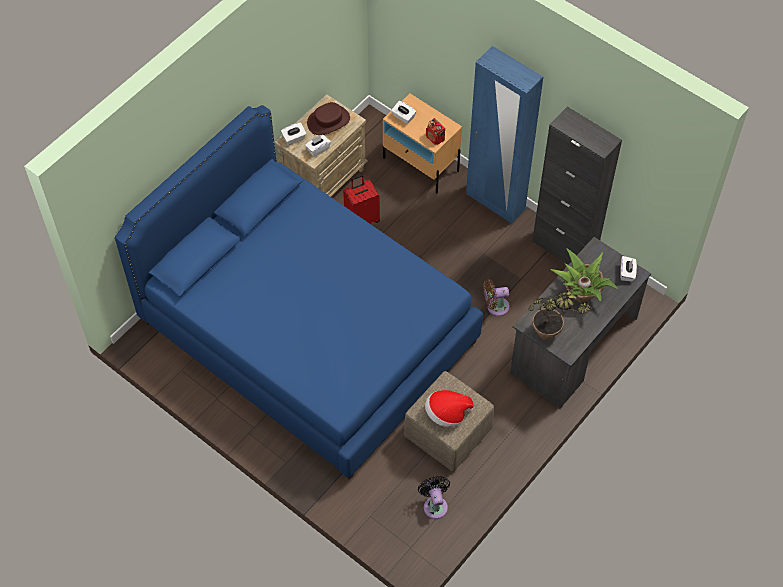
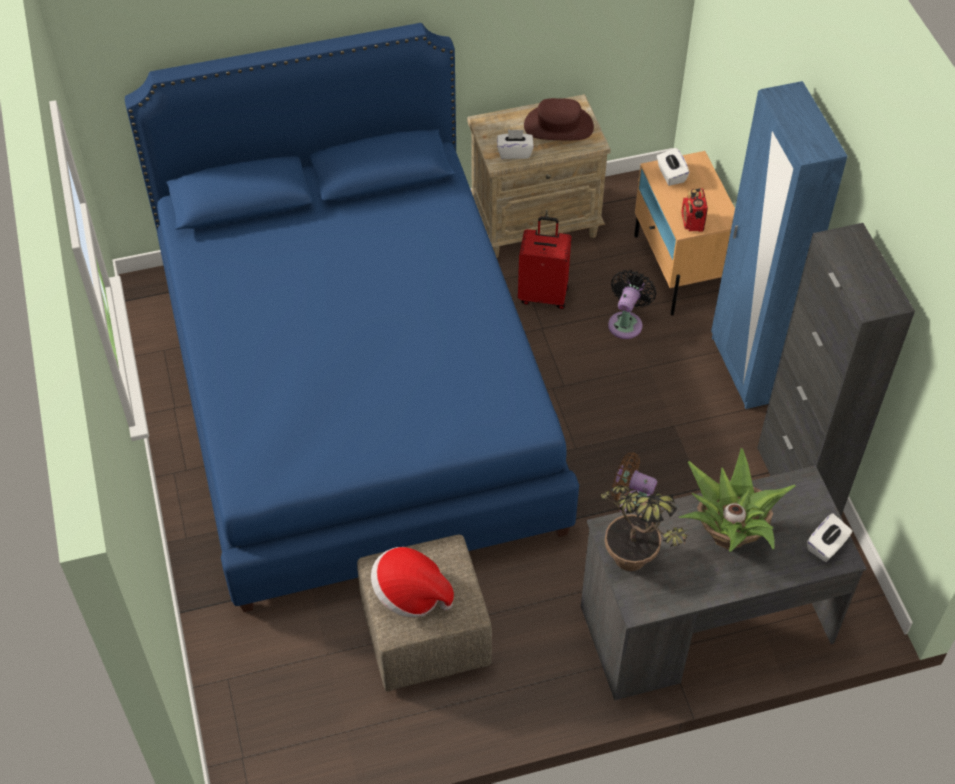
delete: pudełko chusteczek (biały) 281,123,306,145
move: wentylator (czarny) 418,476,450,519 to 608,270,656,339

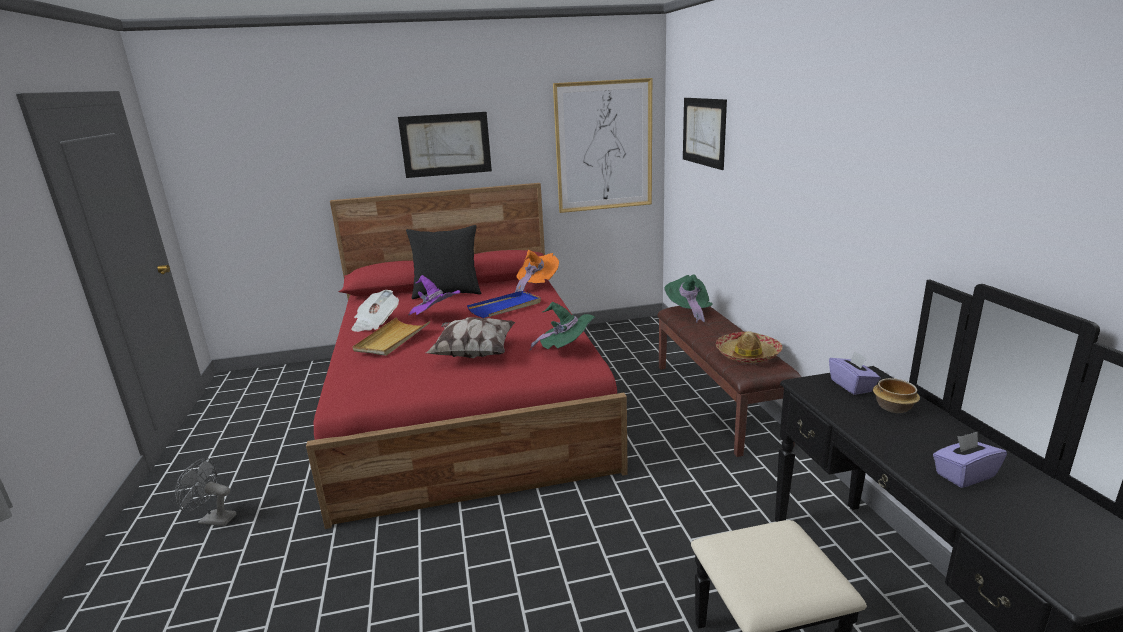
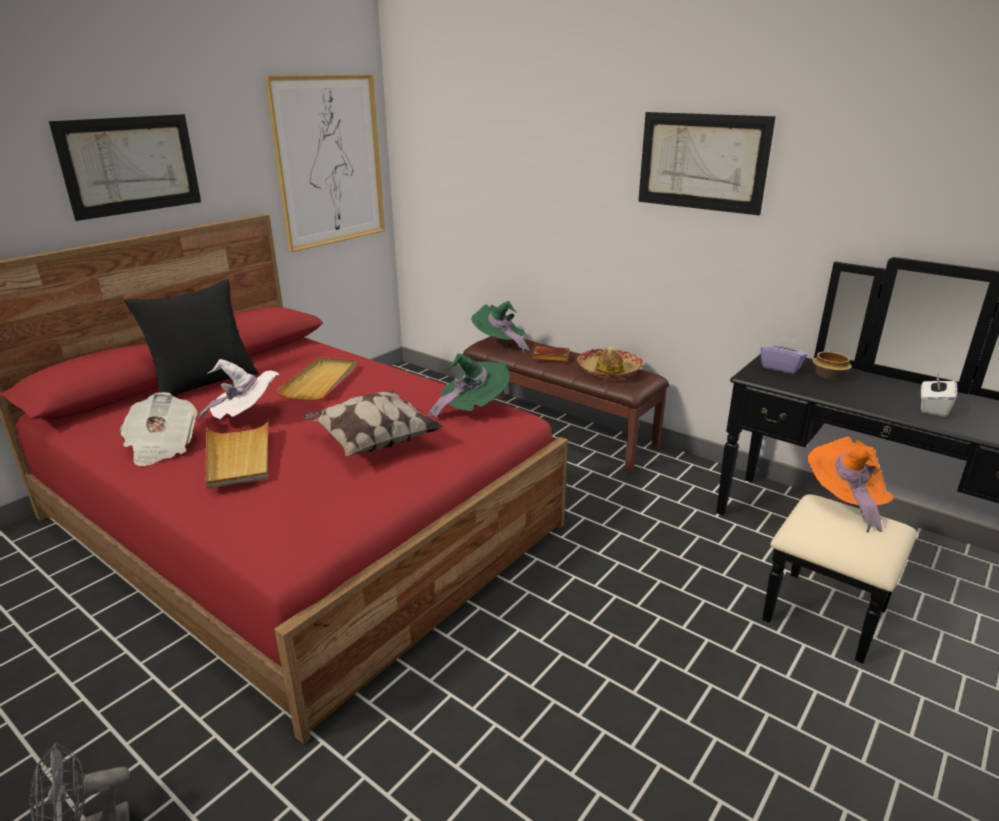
insert: książka (brązowy) 533,346,570,362
move: obraz 683,98,727,170 to 638,112,776,215; kapelusz (pomarańczowy) 515,250,559,292 to 808,436,894,532
recolor: kapelusz (fioletowy) 409,275,460,315 to kapelusz (biały) 197,359,279,423; taca (niebieski) 467,291,541,318 to taca (beżowy) 277,357,357,400; pudełko chusteczek (fioletowy) 933,432,1007,488 to pudełko chusteczek (biały) 921,372,957,417

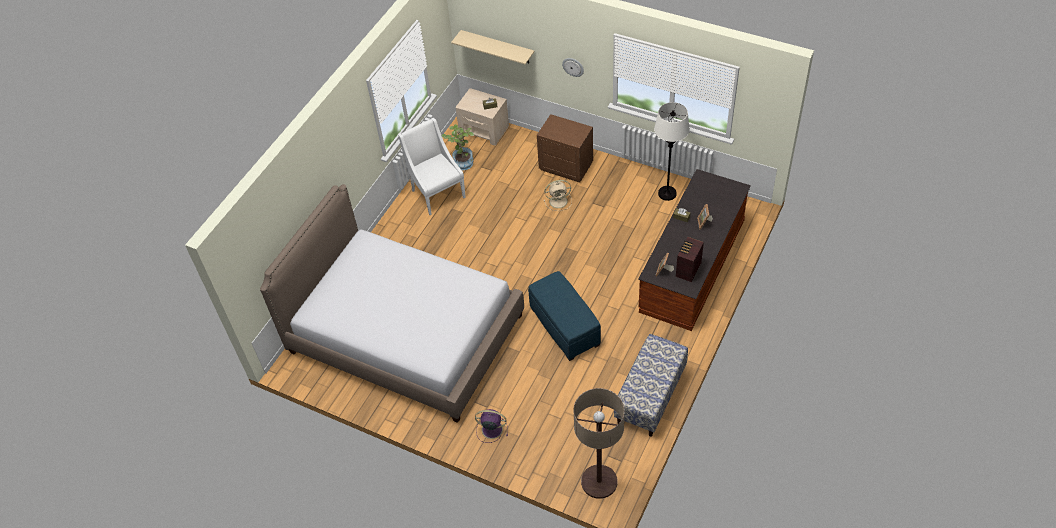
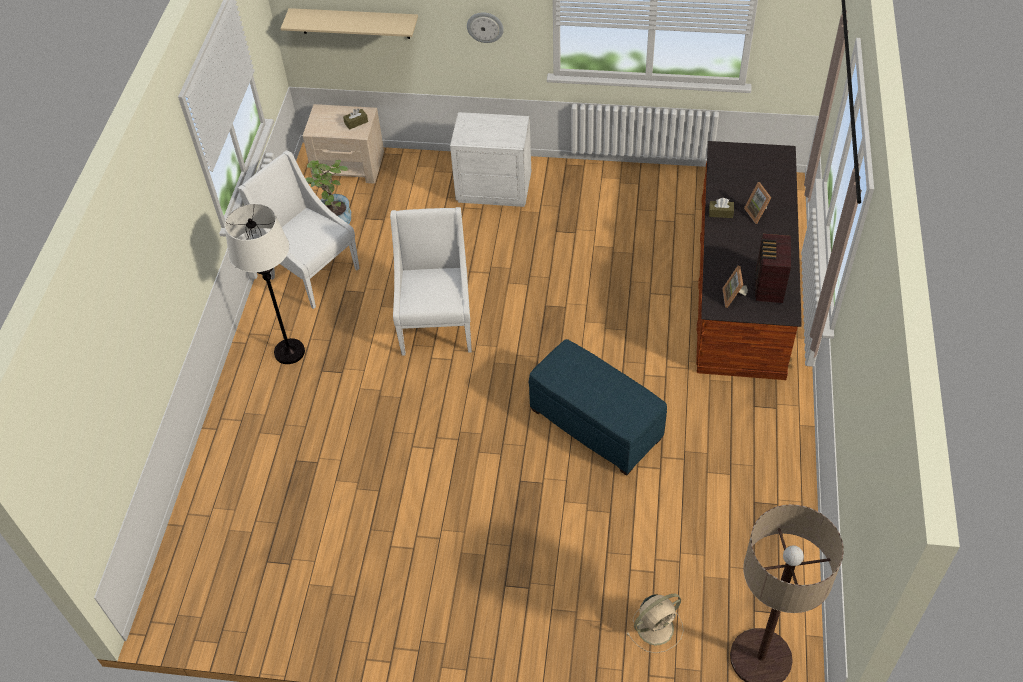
delete: łóżko 260,184,524,423; ławka 614,334,688,437; wentylator (fioletowy) 475,409,508,443
insert: fotel (biały) 390,207,472,356
move: lampa stojąca (biały) 654,102,690,201 to 225,204,305,364; wentylator (beżowy) 544,180,572,211 to 627,594,684,653
recolor: szafka nocna (brązowy) 537,114,593,183 to szafka nocna (biały) 450,112,531,207

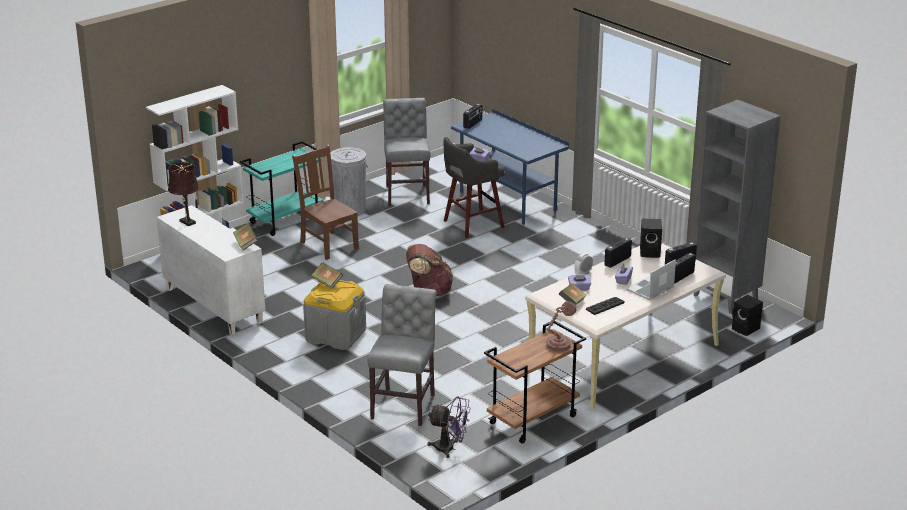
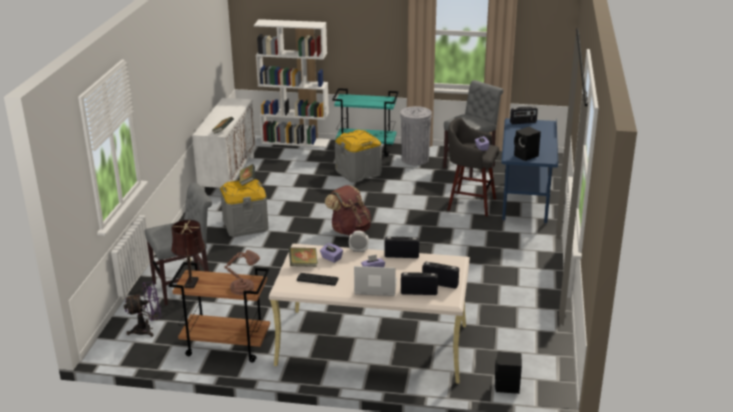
delete: regał (szary) 694,100,780,314
move: lampa stołowa (brązowy) 168,162,199,226 to 171,220,205,288; głośnik (czarny) 640,218,662,258 to 514,127,541,161
replace: krzesło (brązowy) 292,144,359,260 to pojemnik do przechowywania (szary) 335,130,382,183
rotate: wentylator (fioletowy) 428,396,470,458 = 124,281,161,337 90 degrees counterclockwise

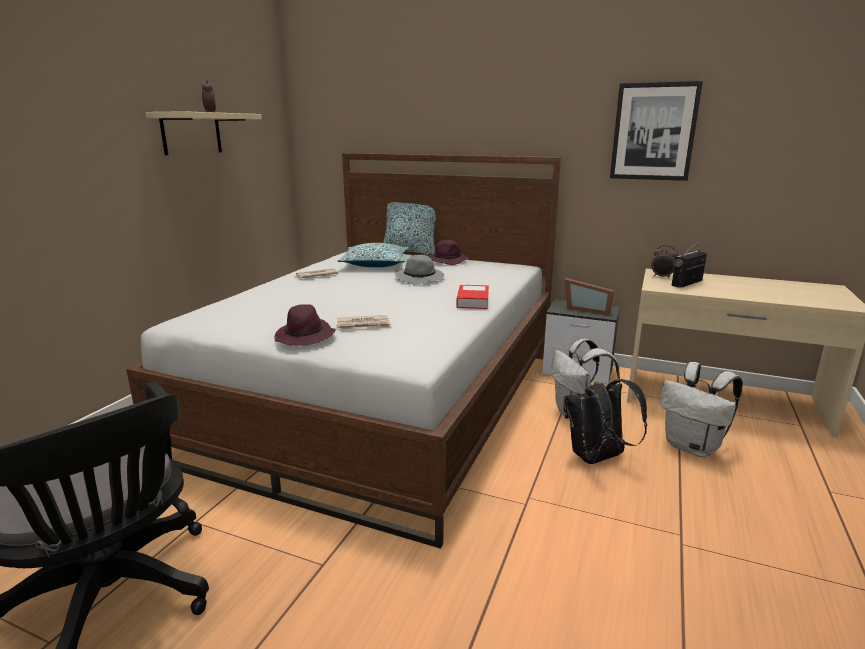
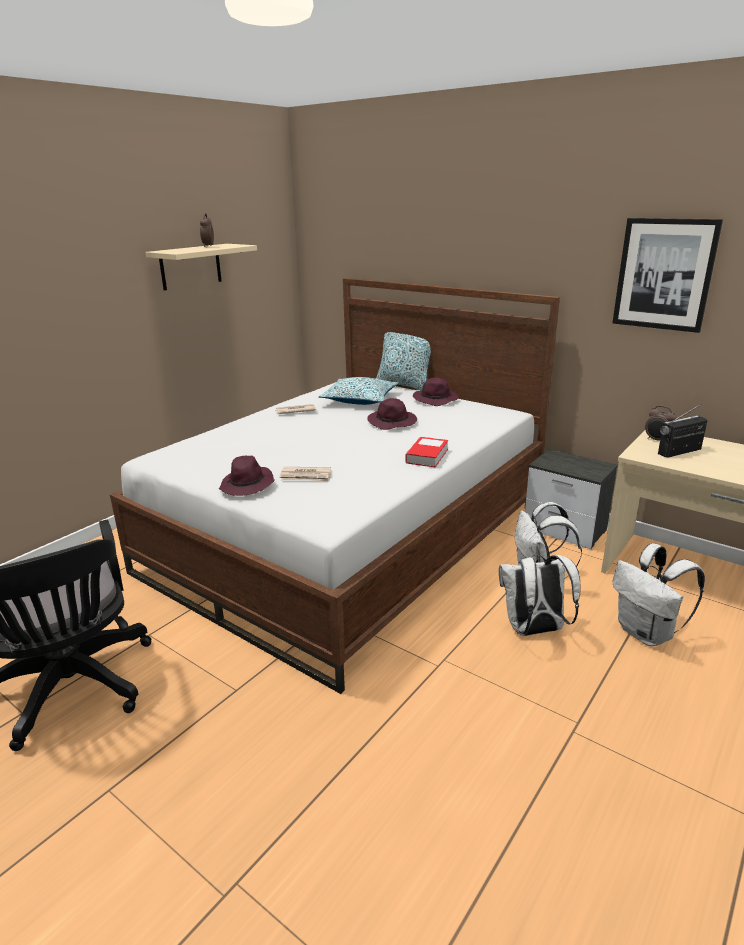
delete: ramka na zdjęcie 564,278,614,315
recolor: kapelusz (szary) 395,255,444,285 to kapelusz (fioletowy) 367,398,417,430; plecak (czarny) 564,379,647,464 to plecak (biały) 499,555,581,636

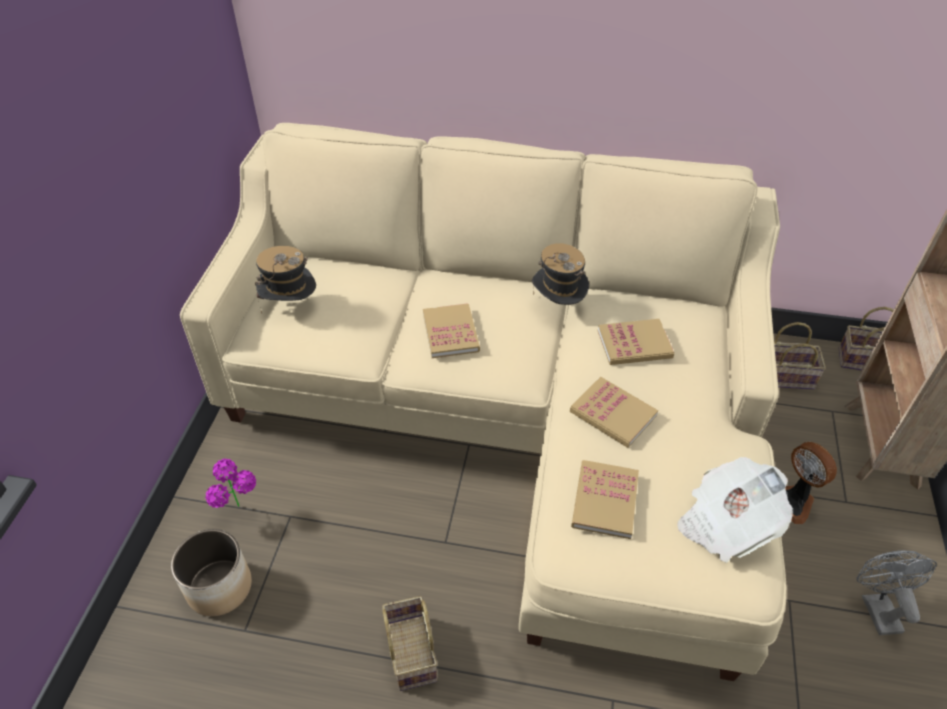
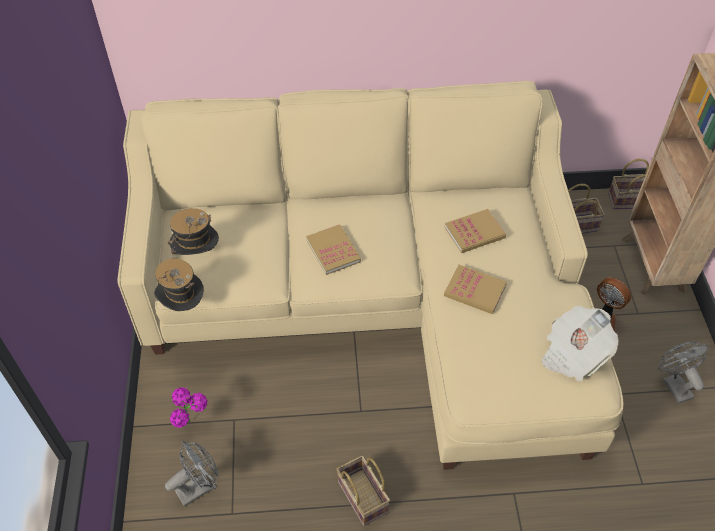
delete: książka 571,460,639,539
move: kapelusz 532,243,589,305 to 154,259,204,311
replace: donica 171,529,252,616 to wentylator (szary) 165,441,219,507

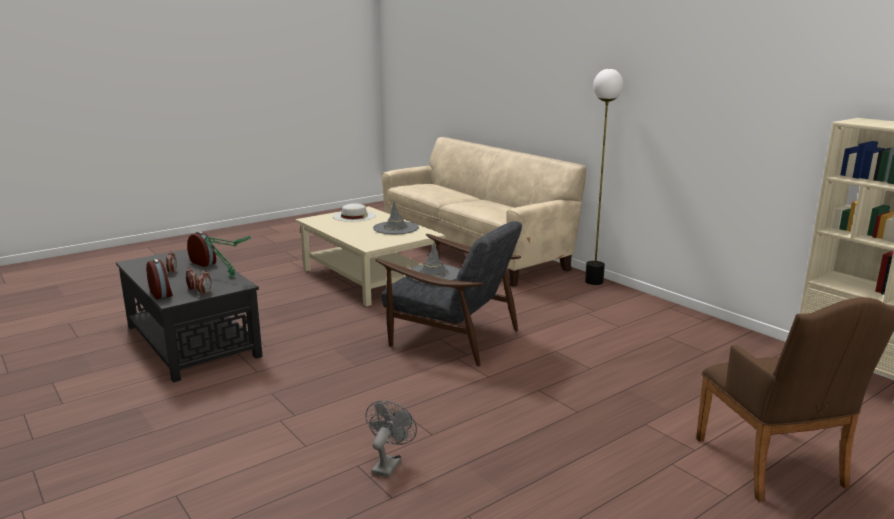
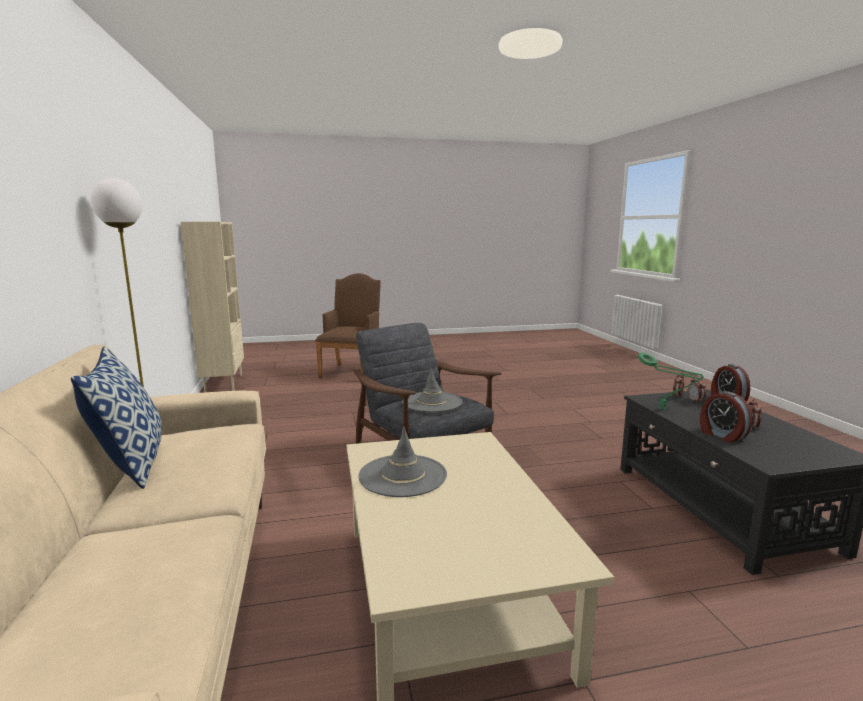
delete: kapelusz (biały) 333,203,376,222; wentylator (szary) 366,400,417,478
insert: poduszka 71,346,162,489

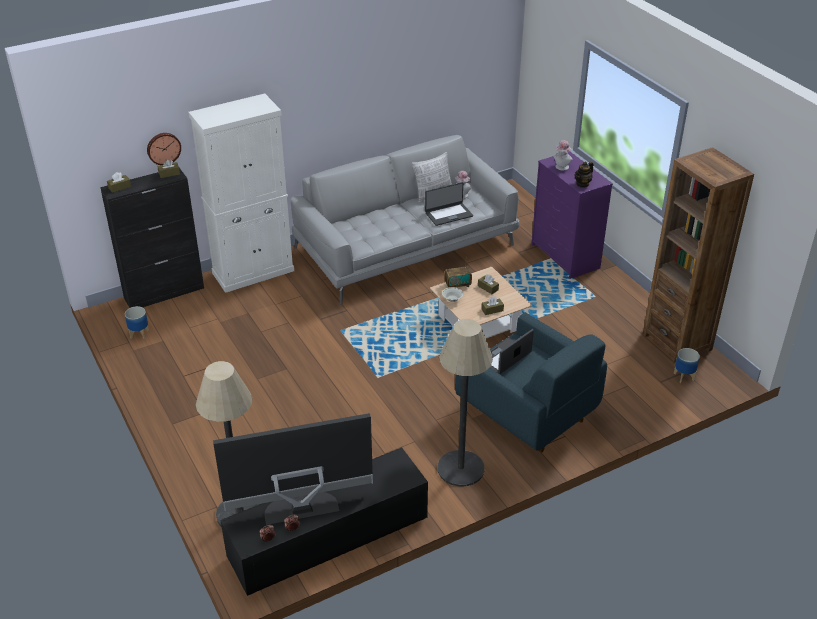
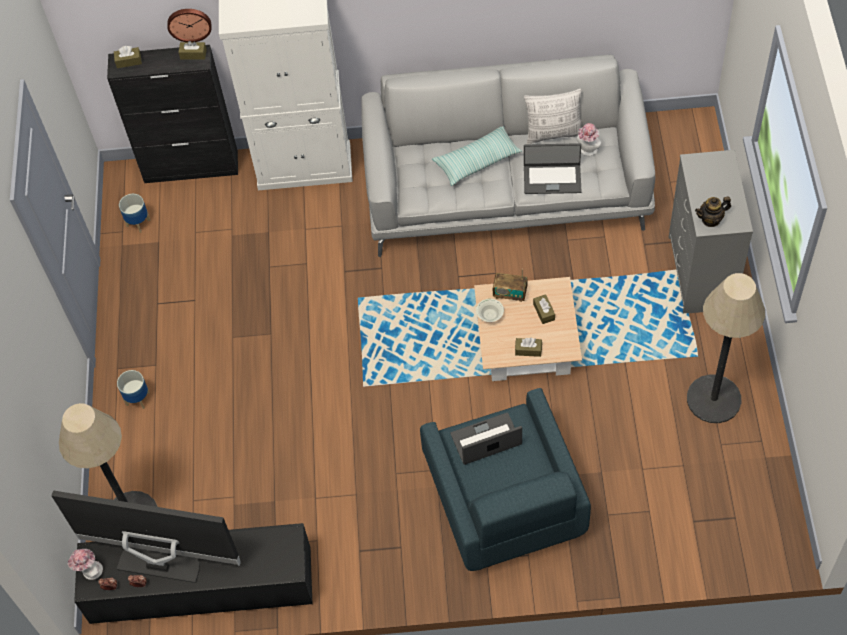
delete: regał (brązowy) 643,147,754,363
insert: poduszka 432,126,522,186
move: kapelusz 554,140,573,170 to 67,549,103,580; lampa stojąca 437,319,493,487 to 687,273,765,423; donica 674,348,700,383 to 117,370,150,409
recolor: komoda (fioletowy) 531,151,613,279 to komoda (szary) 669,150,753,313

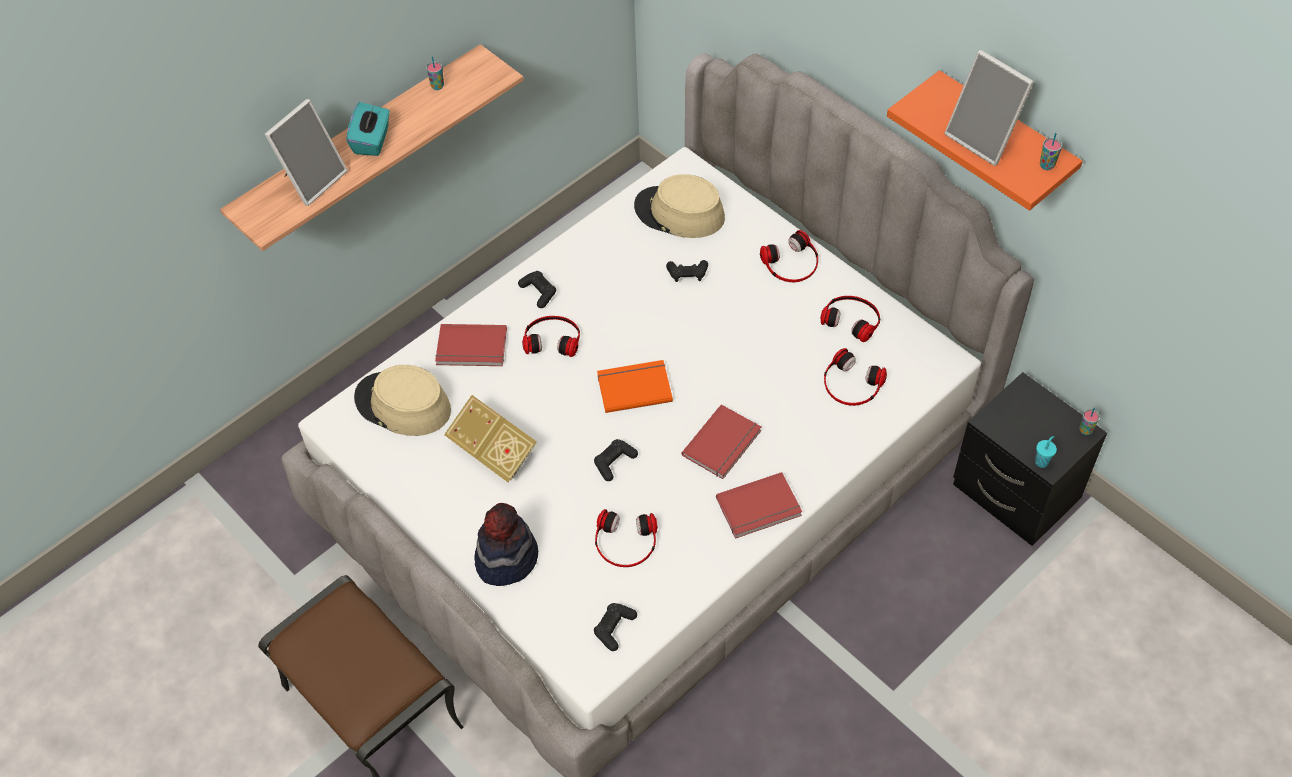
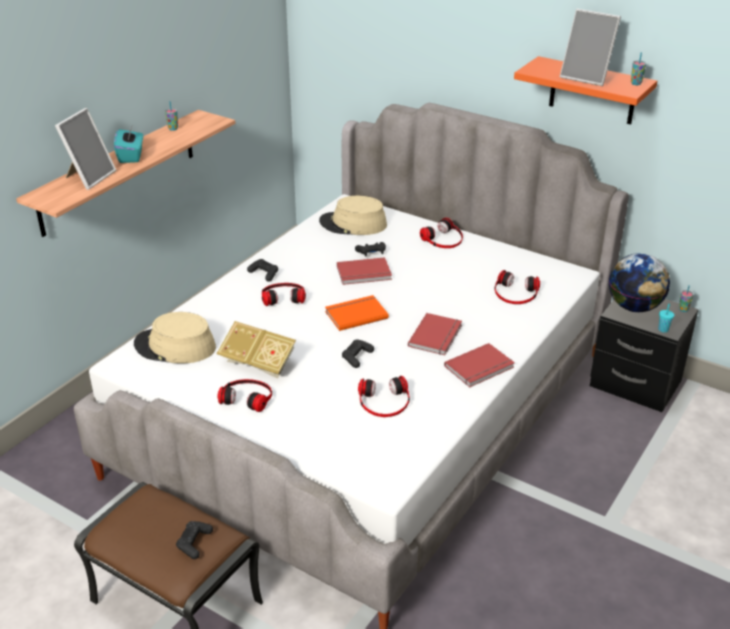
delete: kapelusz 474,503,538,586
insert: globus 609,253,670,312
move: słuchawki 820,296,880,342 to 217,379,272,412; książka (czerwony) 435,324,507,366 to 337,257,392,285; pad do gier (czarny) 594,603,637,651 to 176,521,213,559

